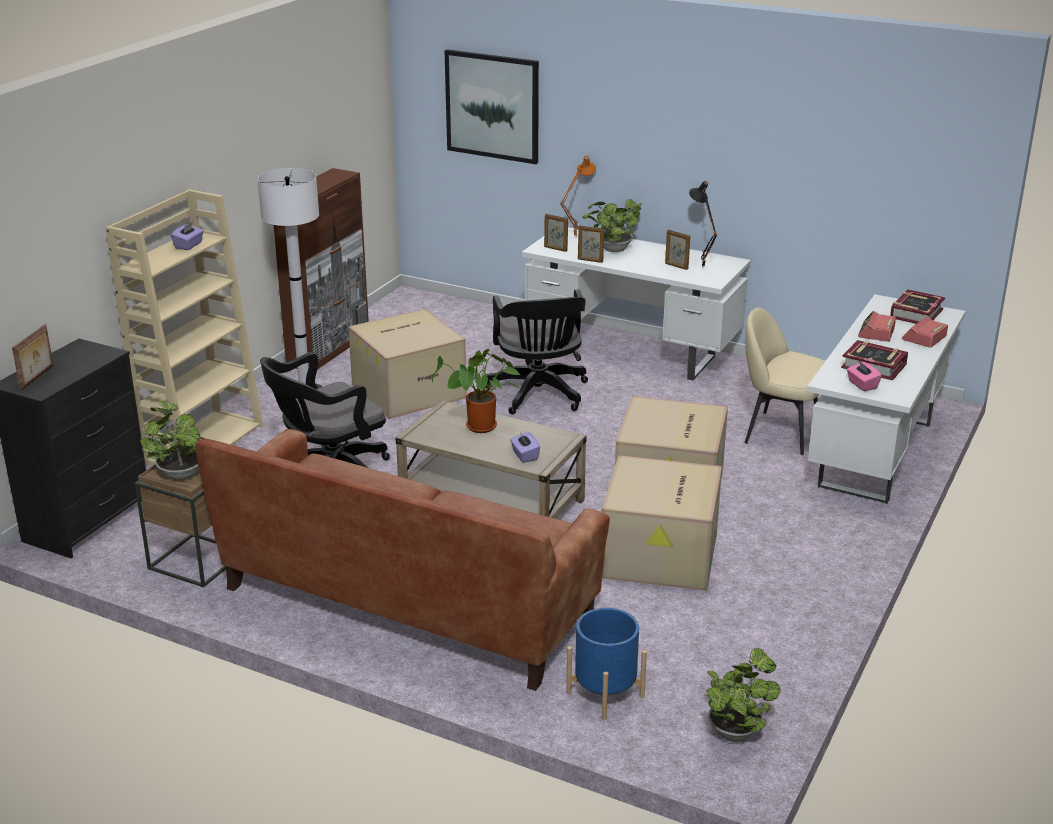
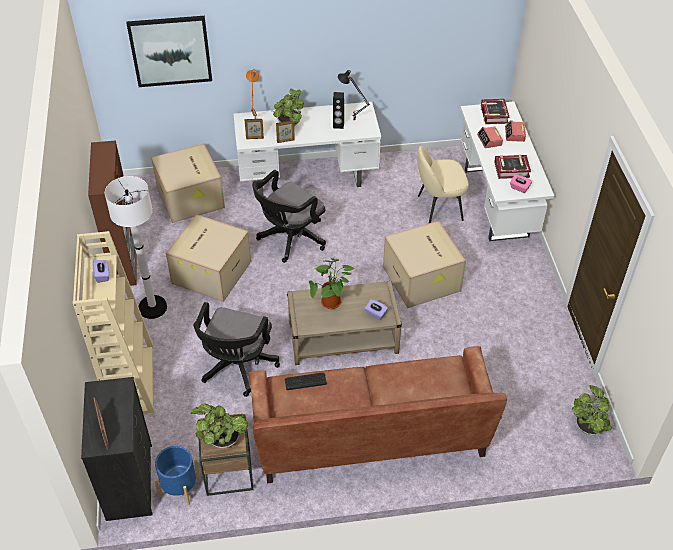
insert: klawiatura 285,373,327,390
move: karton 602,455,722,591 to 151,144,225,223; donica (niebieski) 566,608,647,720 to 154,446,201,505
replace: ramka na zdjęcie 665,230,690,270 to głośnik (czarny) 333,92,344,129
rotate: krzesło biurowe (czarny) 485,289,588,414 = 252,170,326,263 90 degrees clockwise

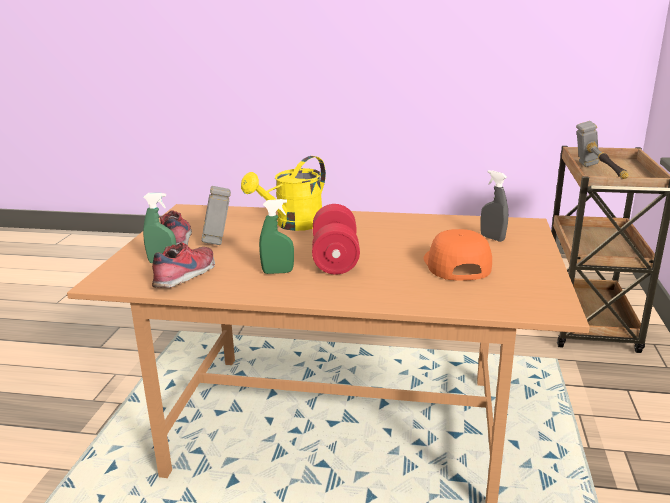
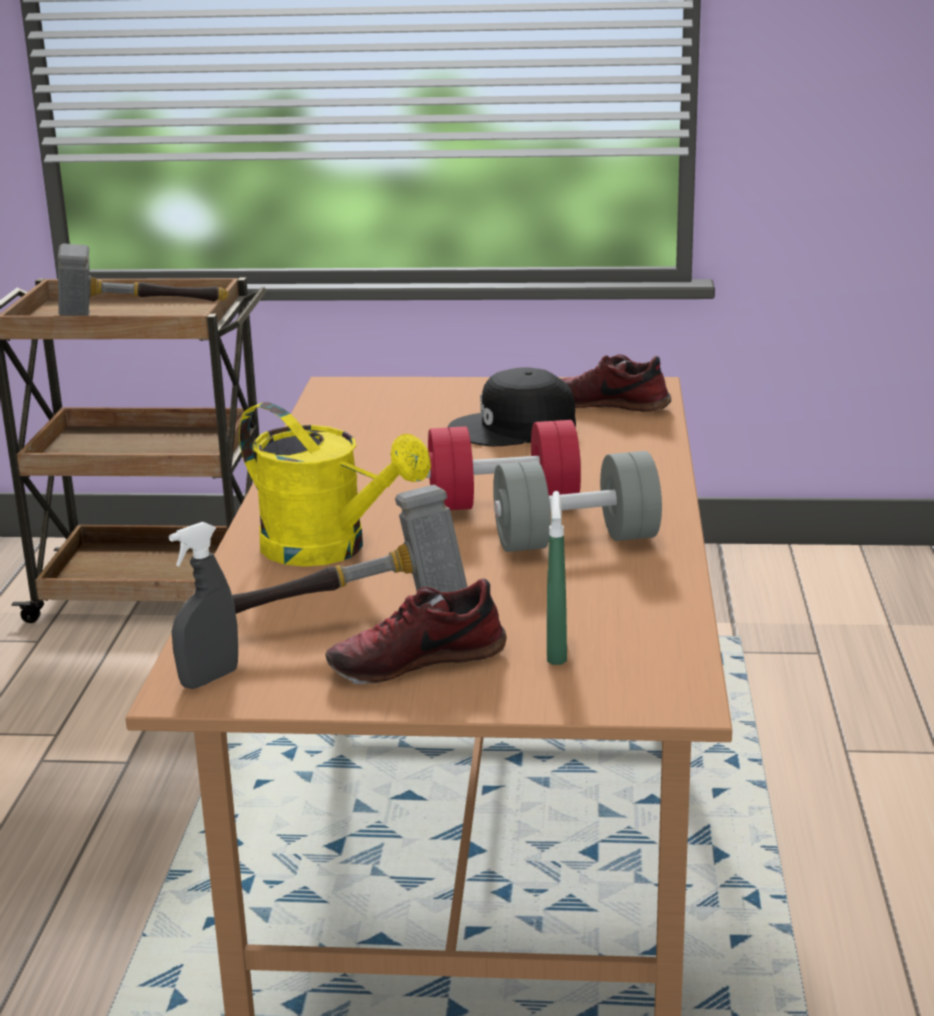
move: spryskiwacz (szary) 480,170,508,242 to 169,522,238,689; but 152,242,215,288 to 560,355,671,412
replace: spryskiwacz (zielony) 259,199,294,274 to hantel (szary) 493,451,662,552
recolor: czapka z daszkiem (pomarańczowy) 423,229,492,281 to czapka z daszkiem (czarny) 448,367,576,446

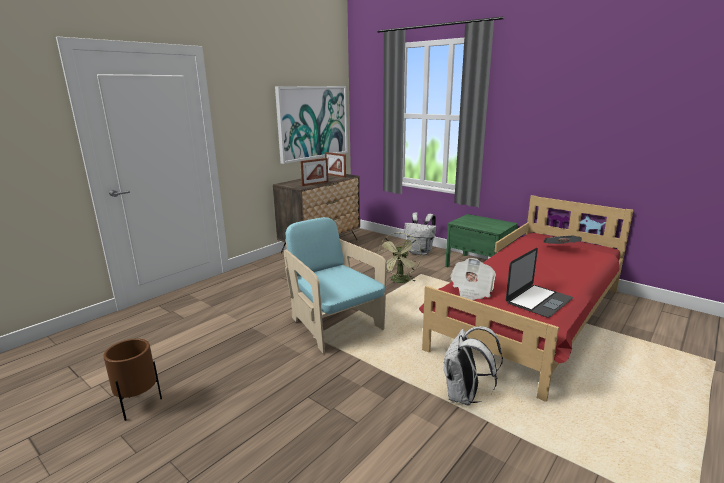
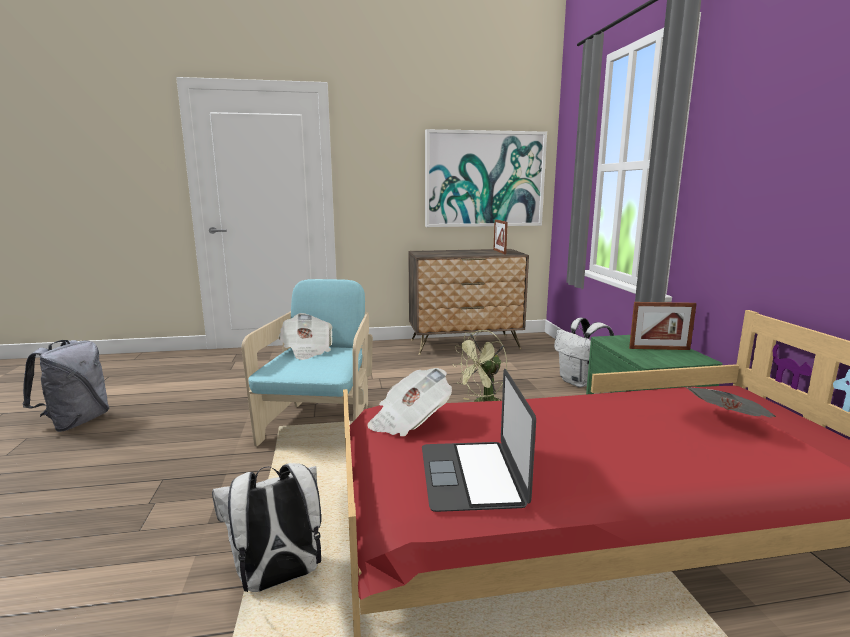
insert: gazeta 278,313,332,360
move: ramka na zdjęcie 300,158,328,186 to 629,302,697,350
replace: donica (brązowy) 103,339,162,421 to plecak (szary) 23,340,109,432
rotate: laptop 506,248,573,318 = 422,369,536,512 90 degrees clockwise

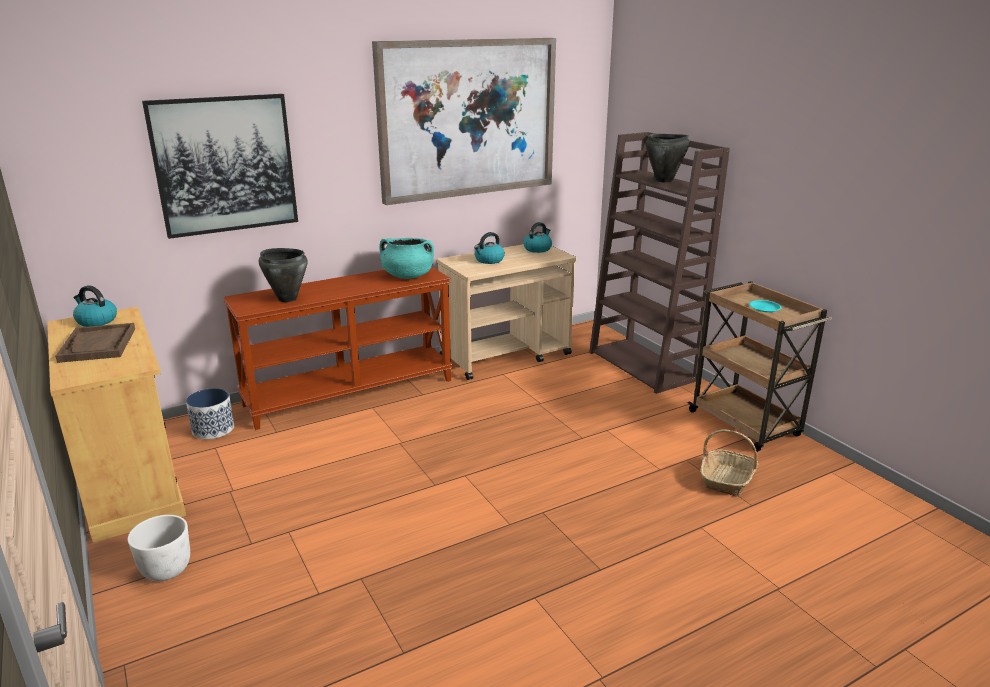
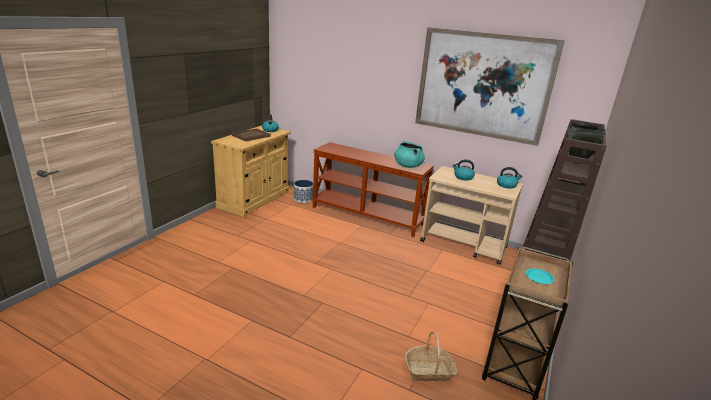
delete: obraz 142,94,298,239; garnek (czarny) 259,248,307,302; donica (biały) 128,515,190,581

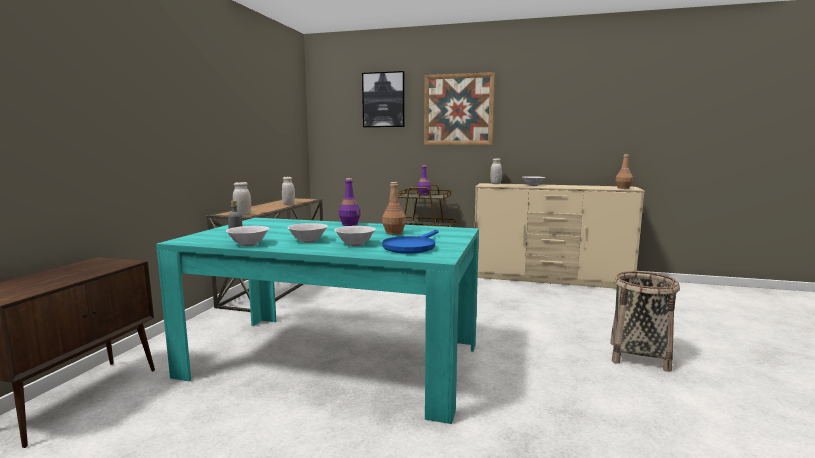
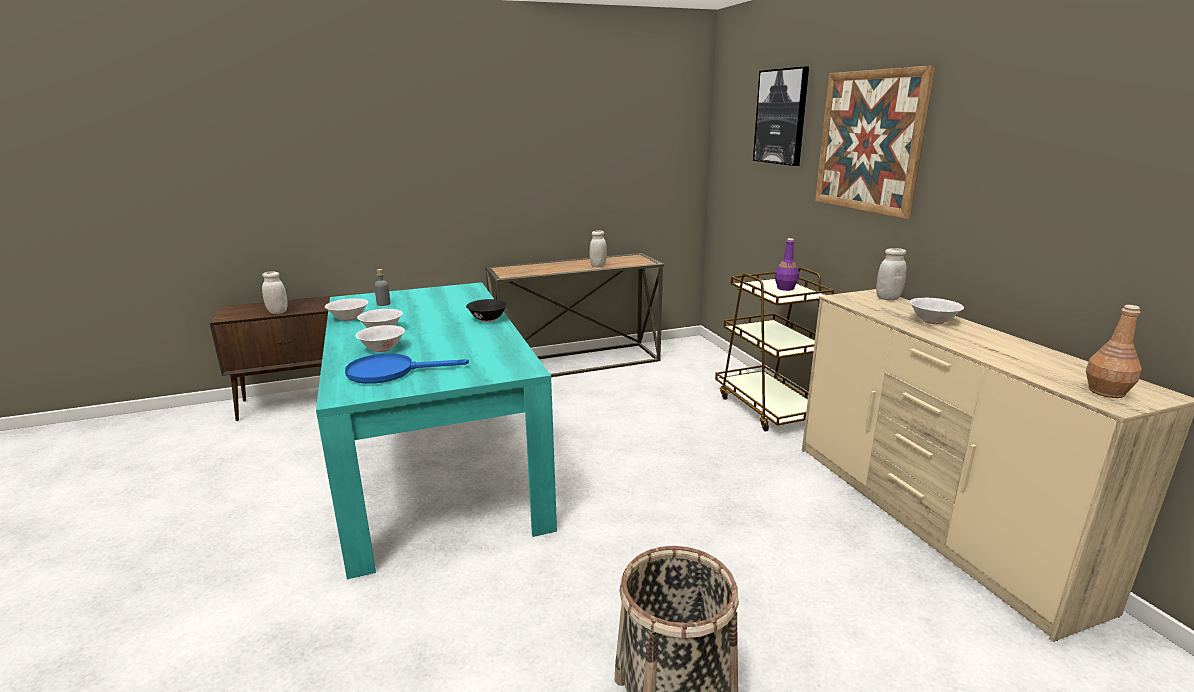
delete: butelka (brązowy) 382,182,406,235
move: słoik (biały) 233,182,251,215 to 262,271,288,314
replace: butelka (fioletowy) 339,178,361,226 to miska (czarny) 466,299,508,322

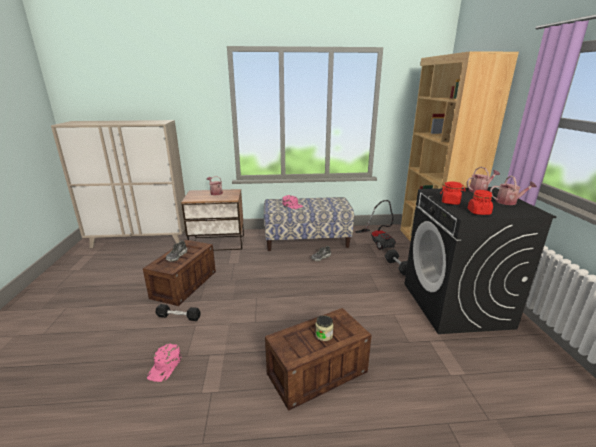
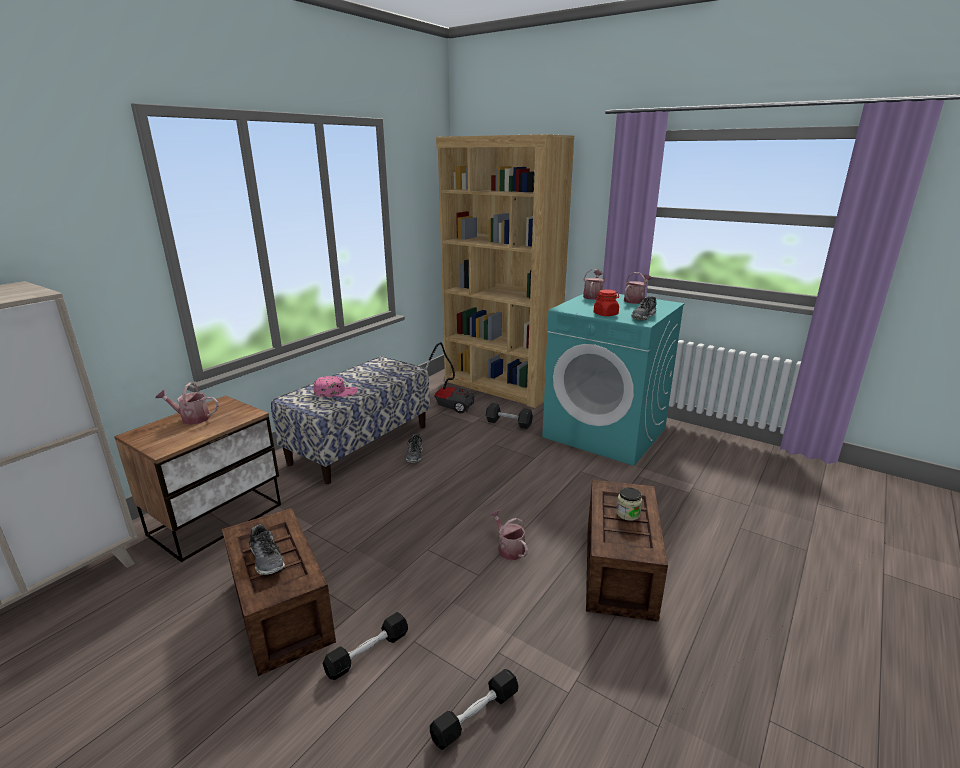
insert: konewka 490,510,528,560
replace: słoik (czerwony) 468,190,493,215 to but 631,296,656,320; czapka z daszkiem (różowy) 147,344,181,382 to hantel (czarny) 430,669,518,750
recolor: pralka (czarny) 404,187,556,334 to pralka (turkusowy) 542,294,685,466

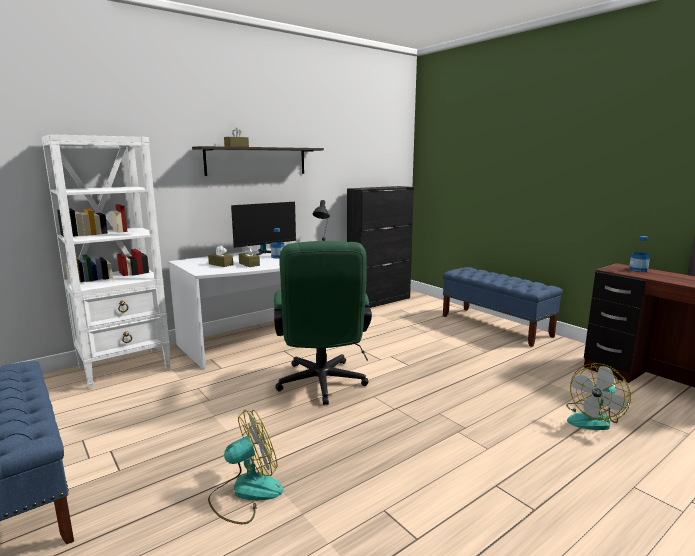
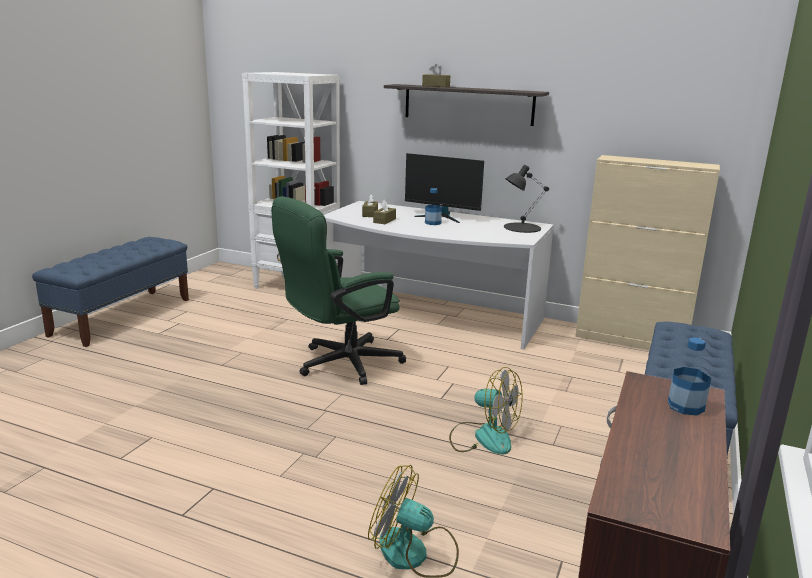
move: wentylator 208,409,283,524 to 449,367,523,455
recolor: szafka (czarny) 347,186,414,308 to szafka (beżowy) 575,155,720,350

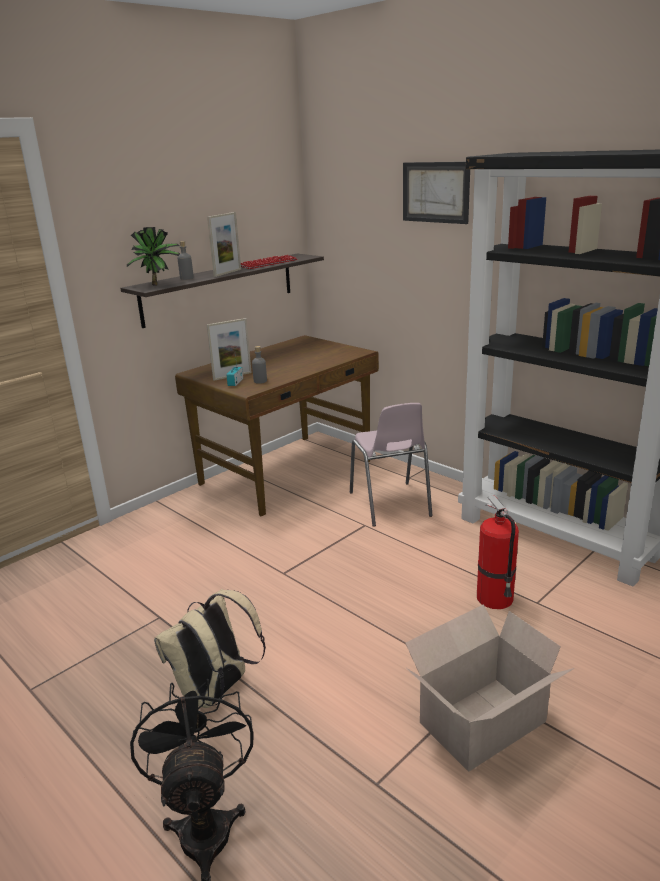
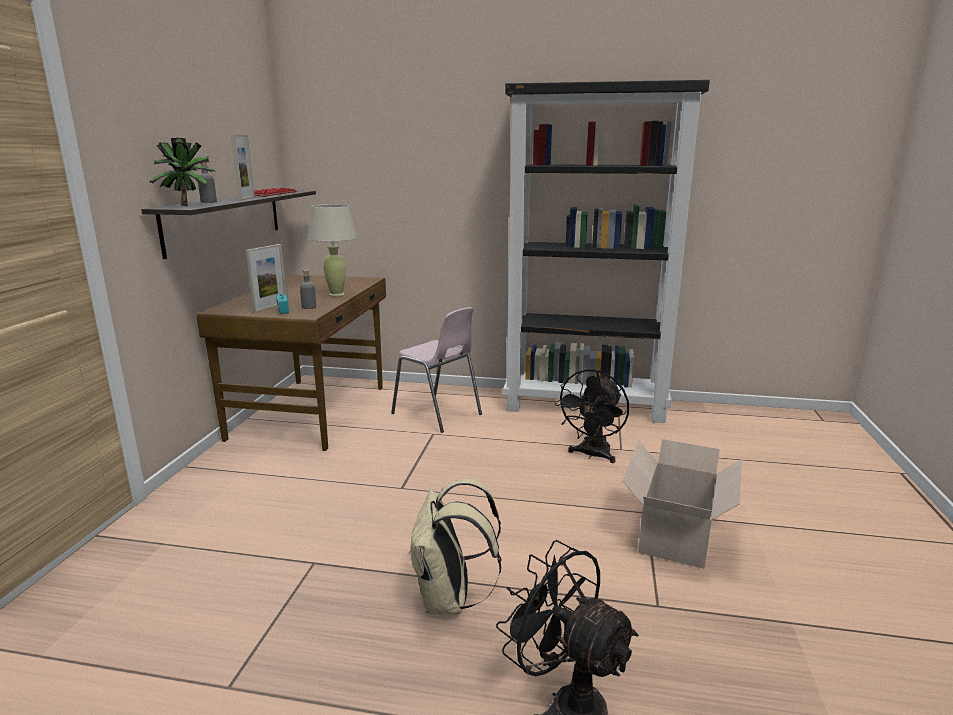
delete: obraz 403,162,470,224
insert: lampa stołowa (beżowy) 307,204,357,296
replace: gaśnica 477,495,519,609 to wentylator (czarny) 555,369,629,463

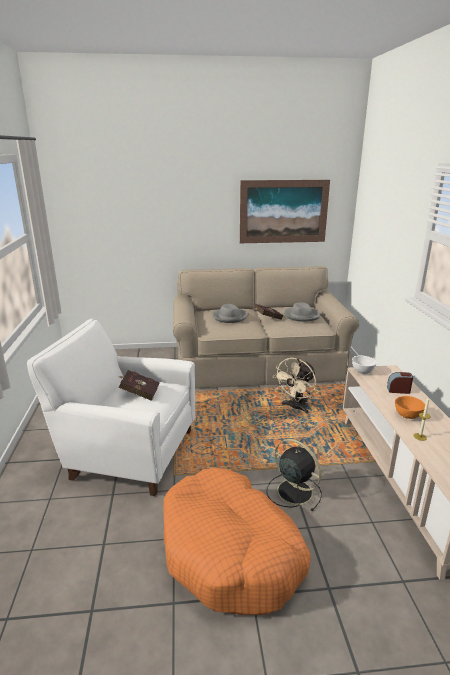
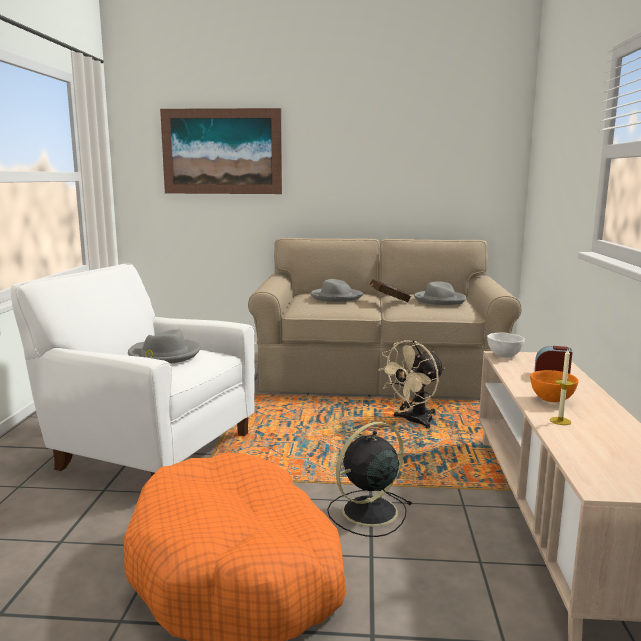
move: obraz 240,180,330,243 to 160,108,282,194
replace: książka (czerwony) 118,370,160,401 to kapelusz (szary) 128,329,200,364
rotate: wentylator (czarny) 267,439,322,511 = 327,422,412,537 90 degrees counterclockwise

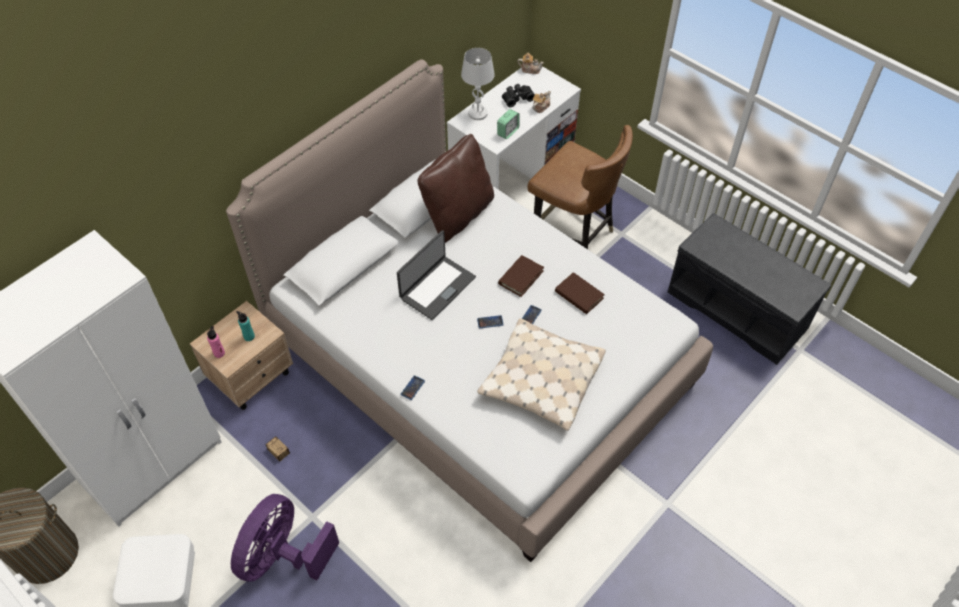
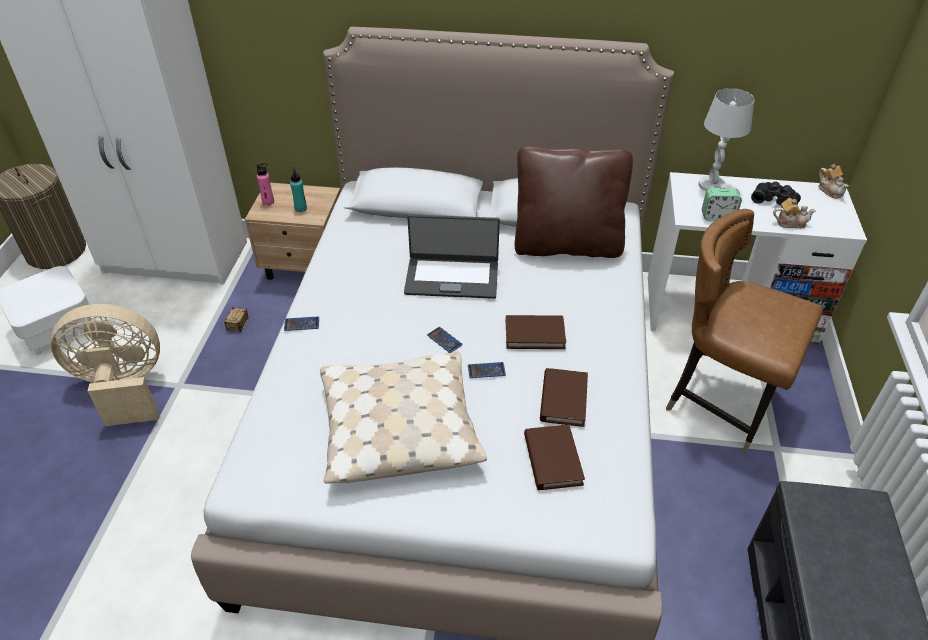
insert: książka (brązowy) 524,424,585,490
recolor: wentylator (fioletowy) 231,494,339,582 to wentylator (beżowy) 50,304,160,426
rotate: krzesło (brązowy) 528,125,633,249 = 666,209,823,453 120 degrees clockwise

